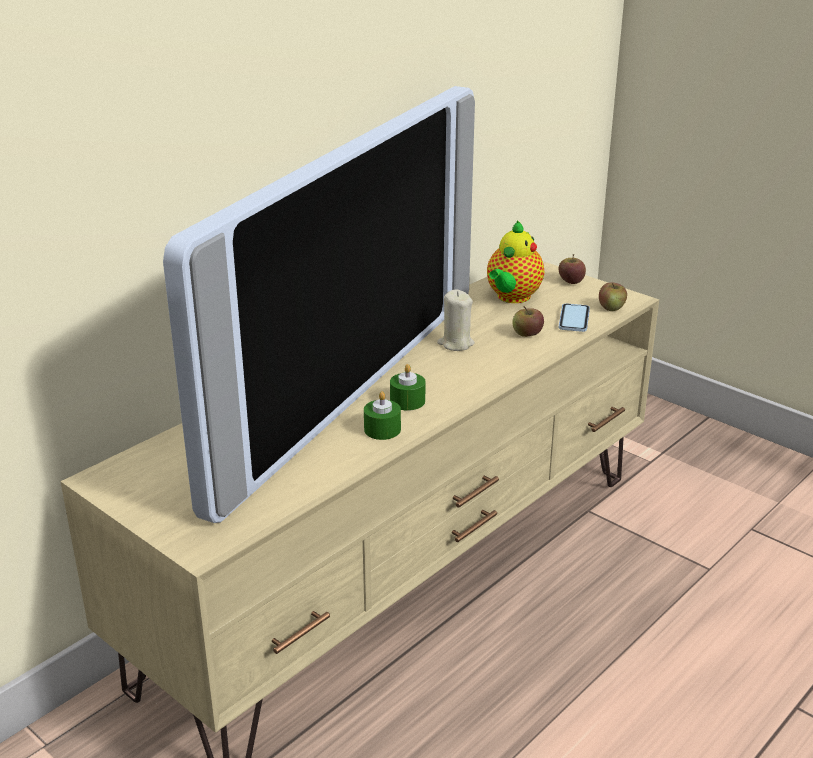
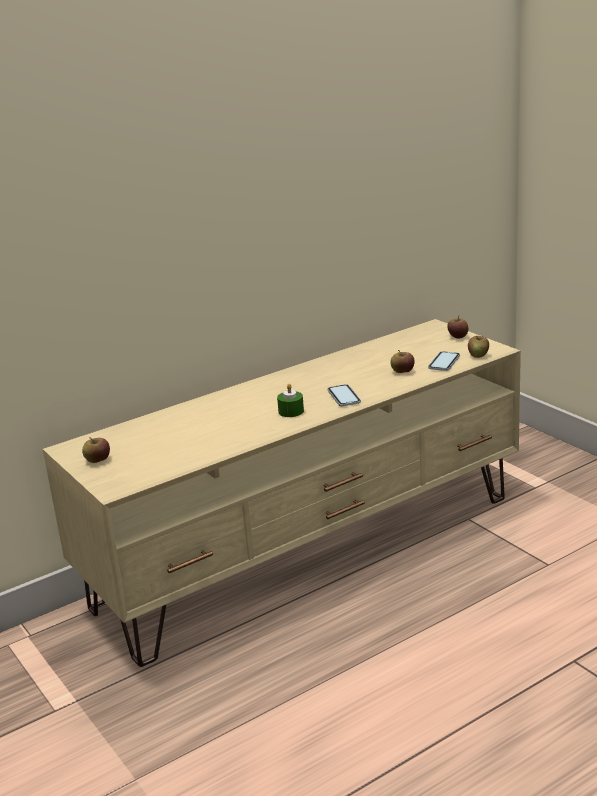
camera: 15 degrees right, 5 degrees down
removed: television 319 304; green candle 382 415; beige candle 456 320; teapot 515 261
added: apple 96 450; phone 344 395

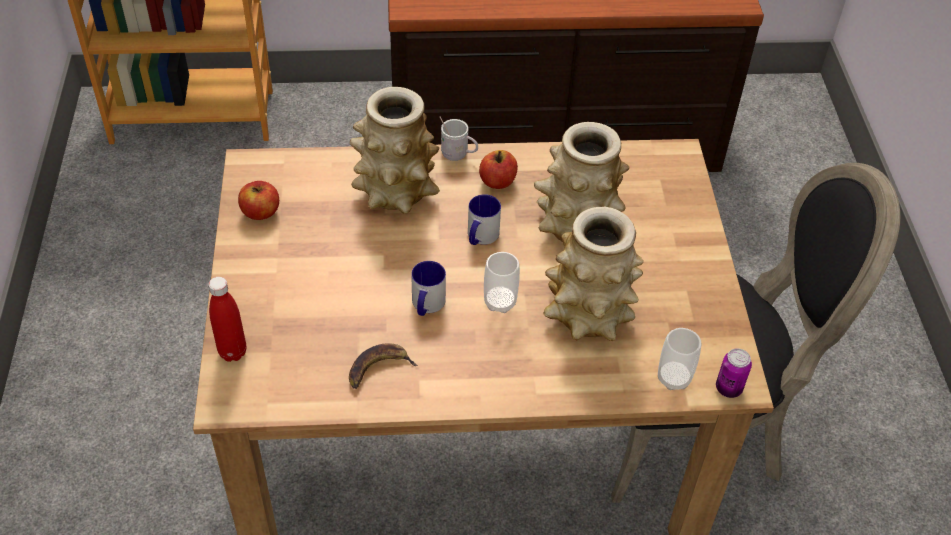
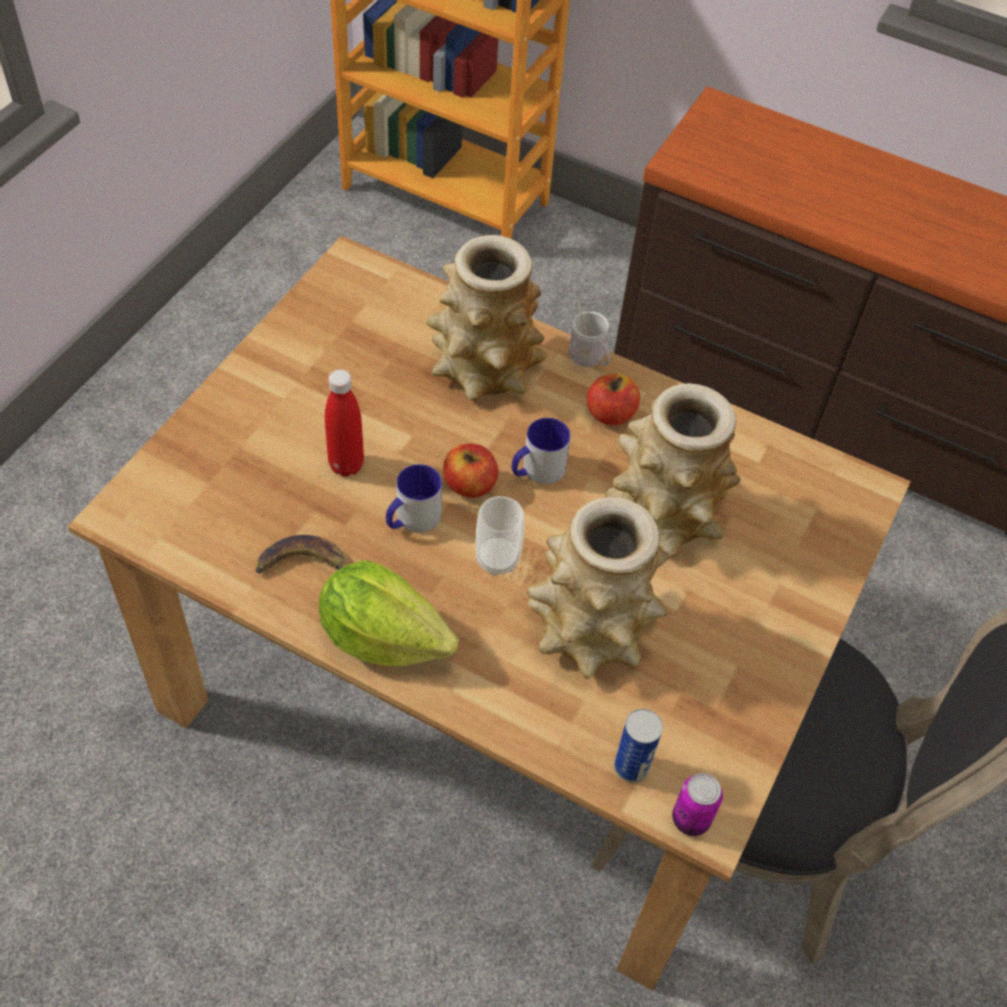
camera: 30 degrees right, 5 degrees up
added: lettuce 389 613
moved: red bottle 228 319 to 344 423; apple 258 200 to 470 471
replaced: cup 680 359 to can 638 745

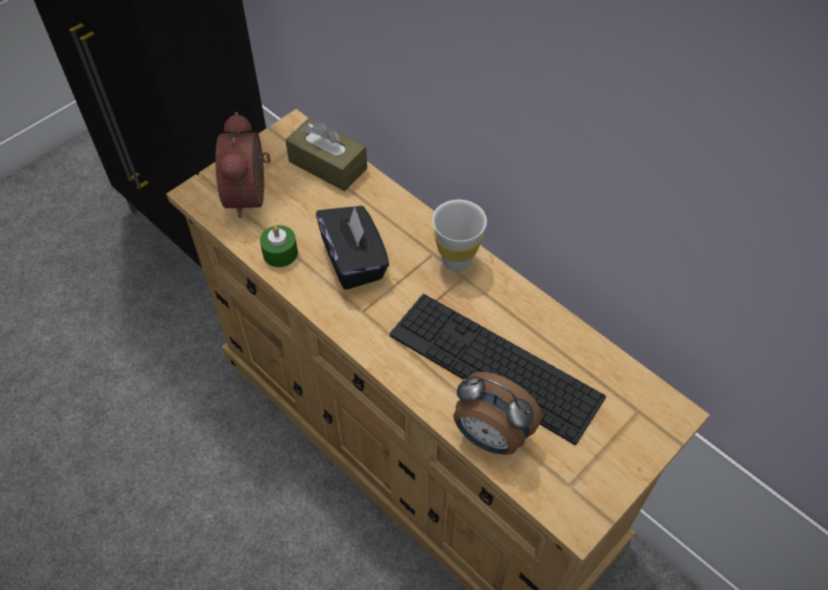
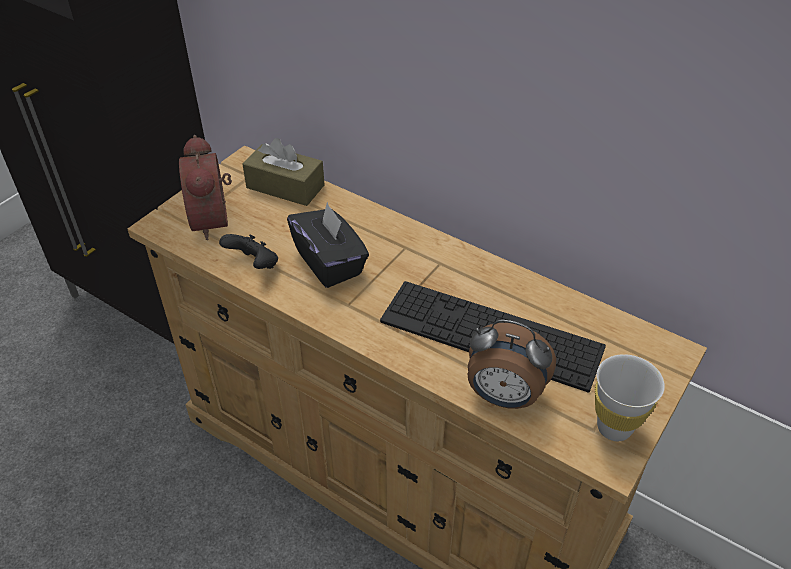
camera: 10 degrees left, 10 degrees down
moved: white cup 459 236 to 630 397
replaced: green candle 279 246 to black game controller 248 251

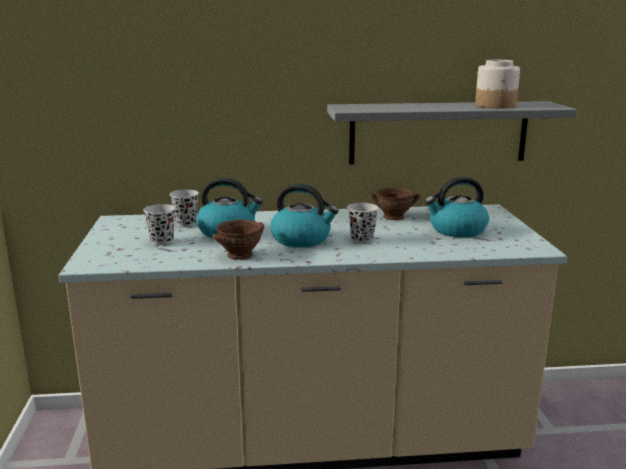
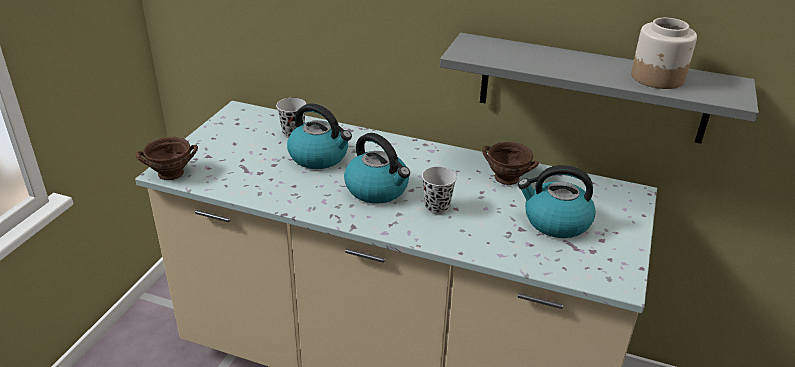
camera: 25 degrees right, 15 degrees up
removed: black cup 159 224
moved: brown bowl 238 240 to 167 158

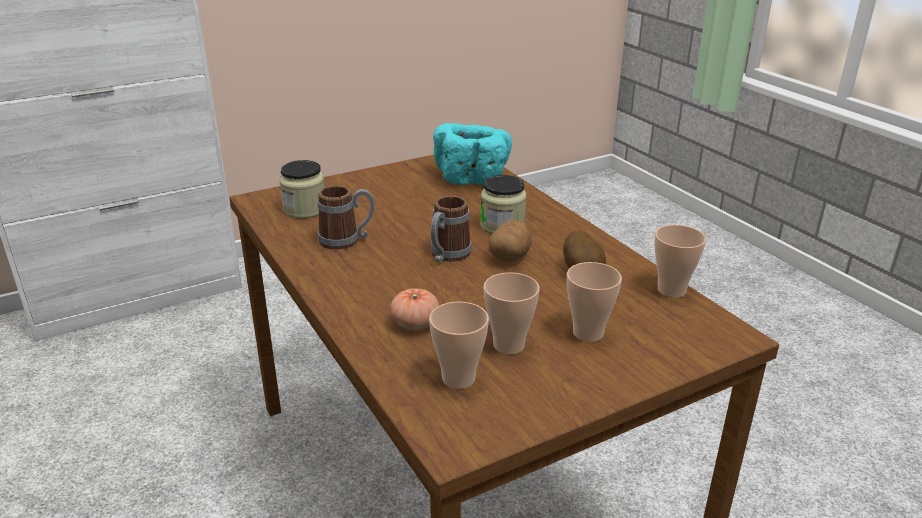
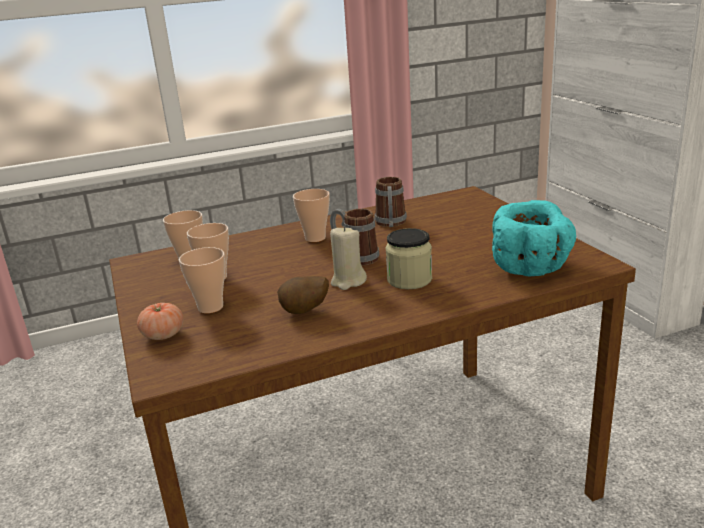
camera: 100 degrees right, 5 degrees down
removed: jar 301 189
moved: tomato 414 309 to 160 321; cup 680 261 to 311 215
replaced: potato 510 240 to beige candle 348 258

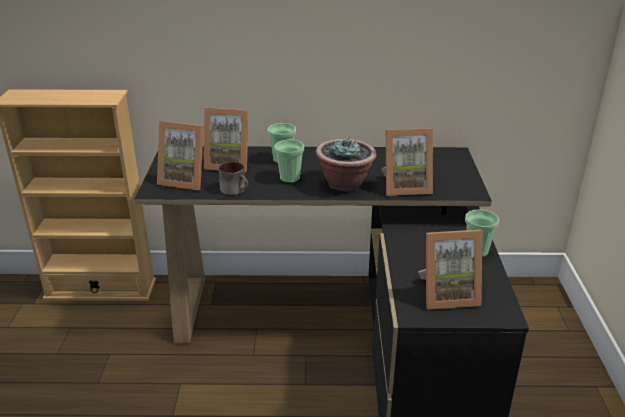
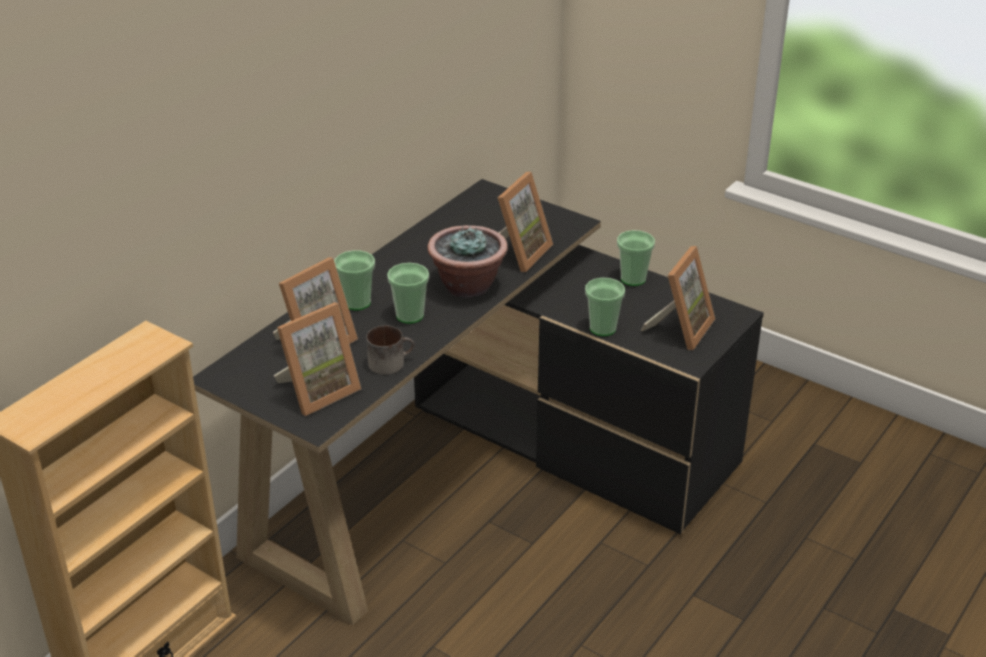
camera: 55 degrees left, 5 degrees up
added: cup 605 307

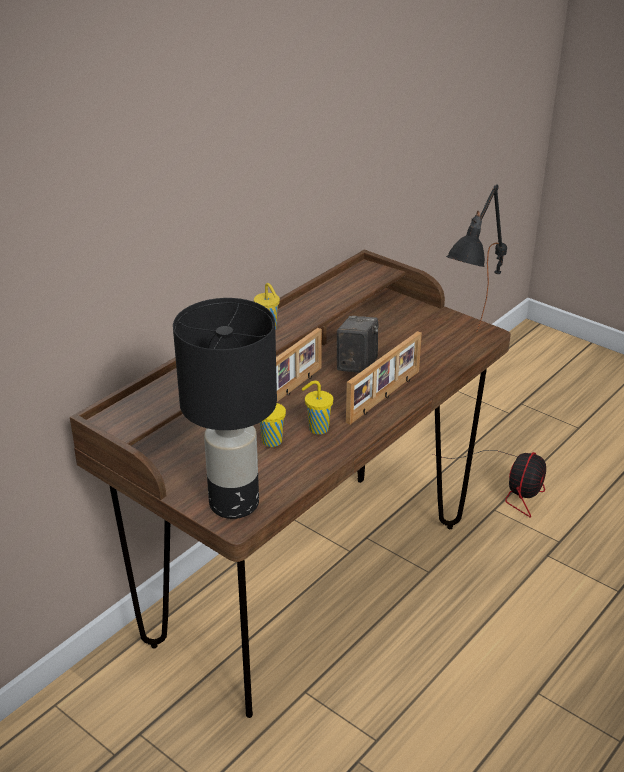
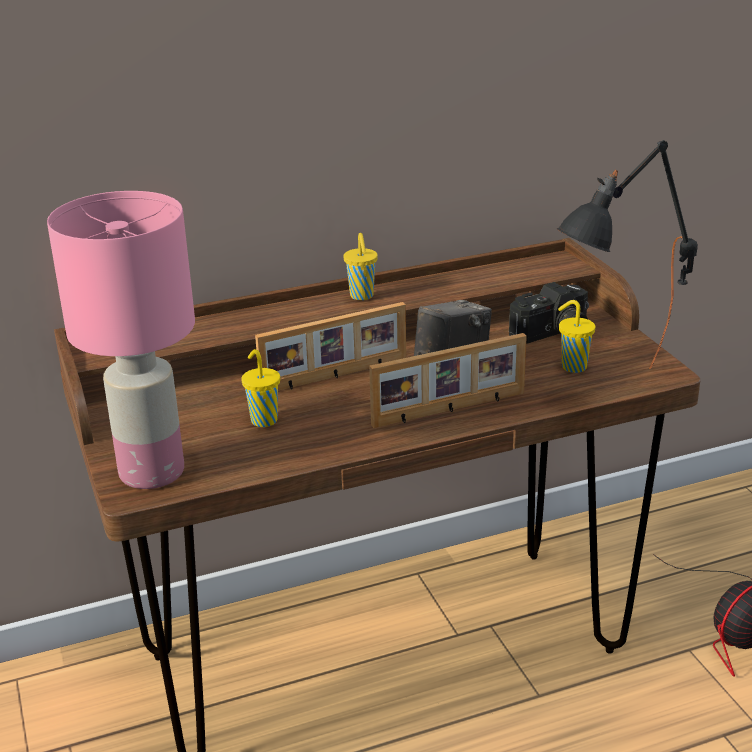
camera: 30 degrees right, 5 degrees down
added: photo camera 549 312
moved: yellow cup 317 408 to 576 336
recoloured: black table lamp 225 408 to pink table lamp 121 340

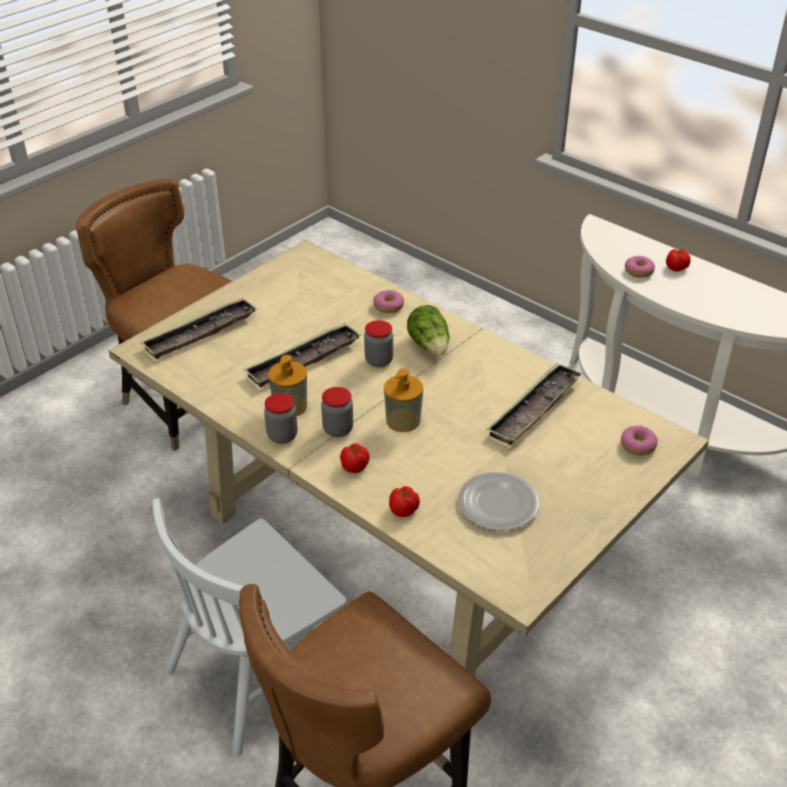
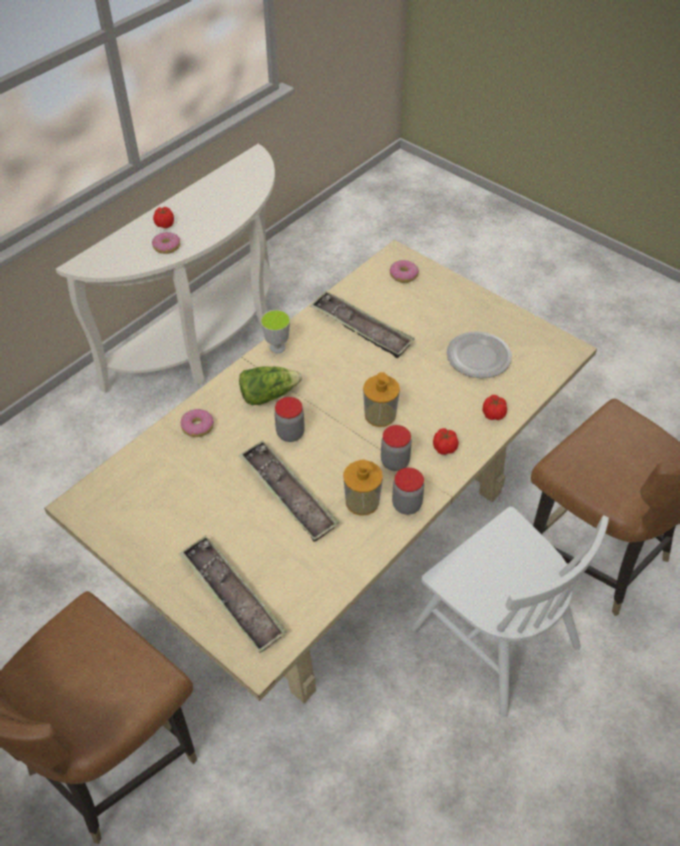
camera: 90 degrees left, 10 degrees up
added: cup 275 331

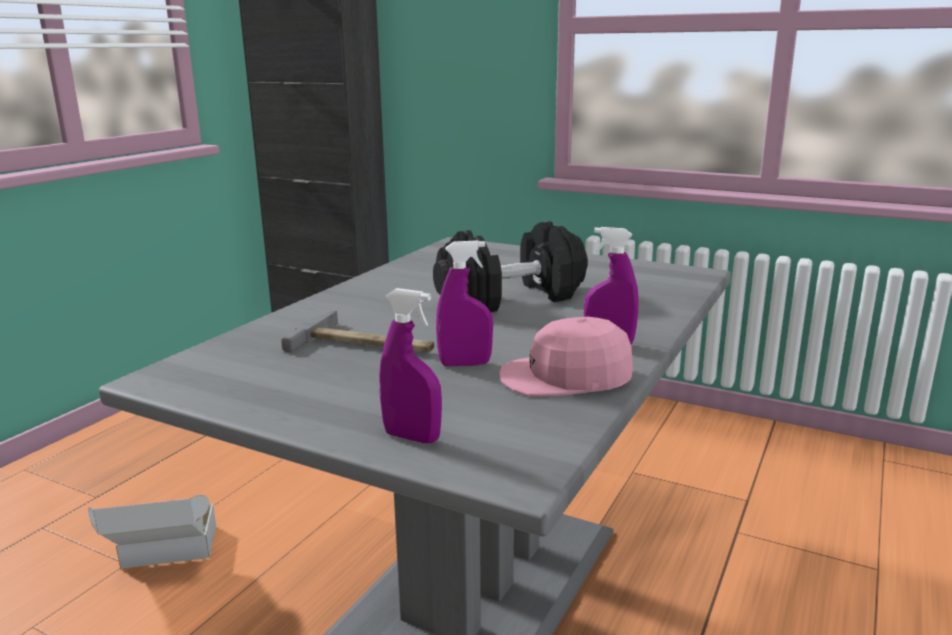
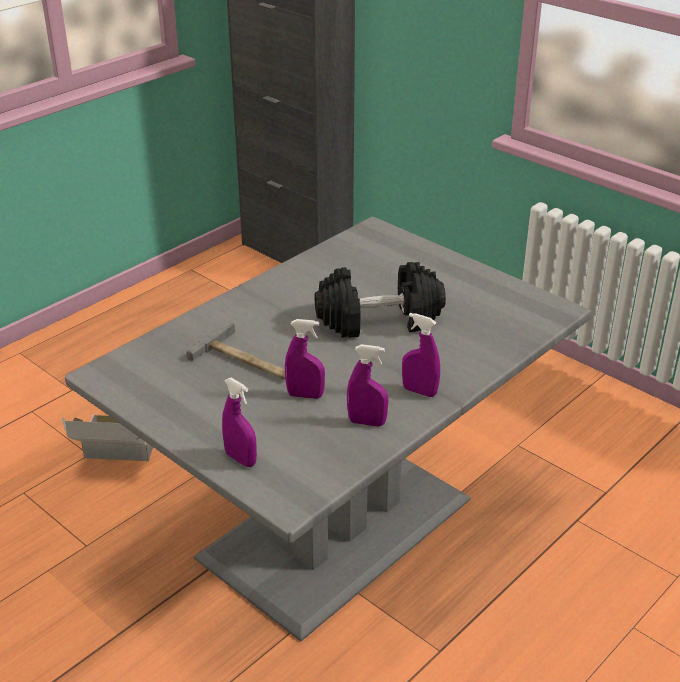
camera: 15 degrees right, 15 degrees up
replaced: pink cap 566 357 to purple spray bottle 367 385

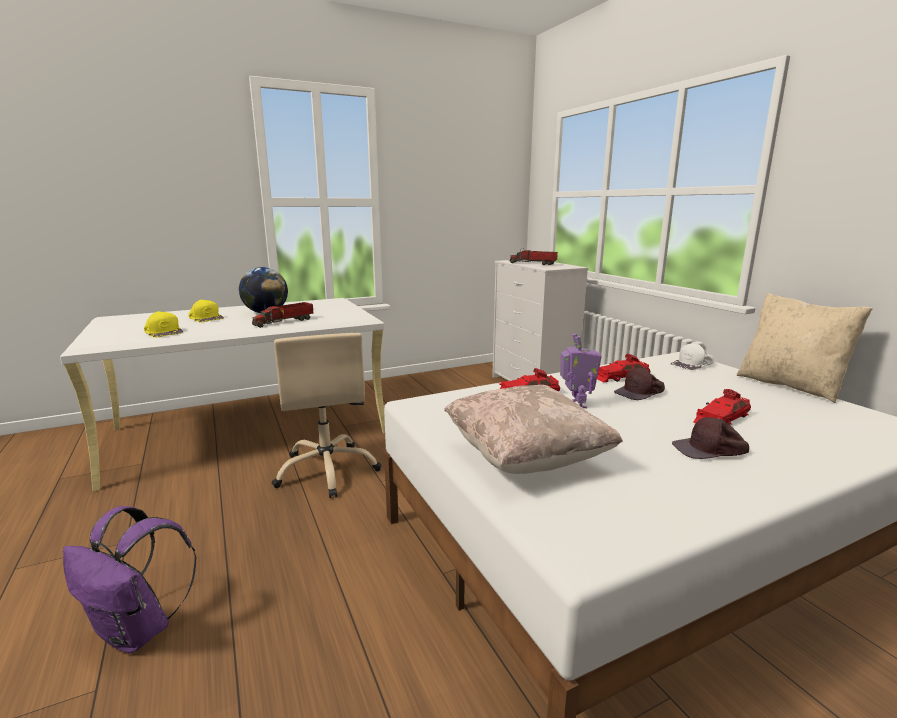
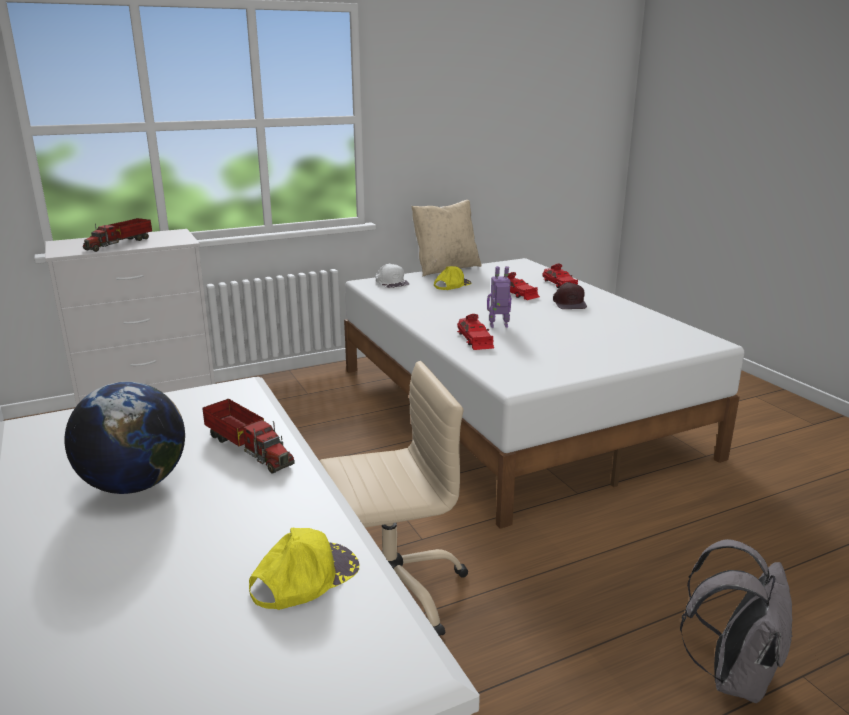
camera: 90 degrees left, 5 degrees up
removed: beige pillow 533 429; brown cap 639 384
moved: yellow cap 206 310 to 453 278; red toy car 624 368 to 560 276
recoloured: purple backpack 130 579 to grey backpack 736 621

